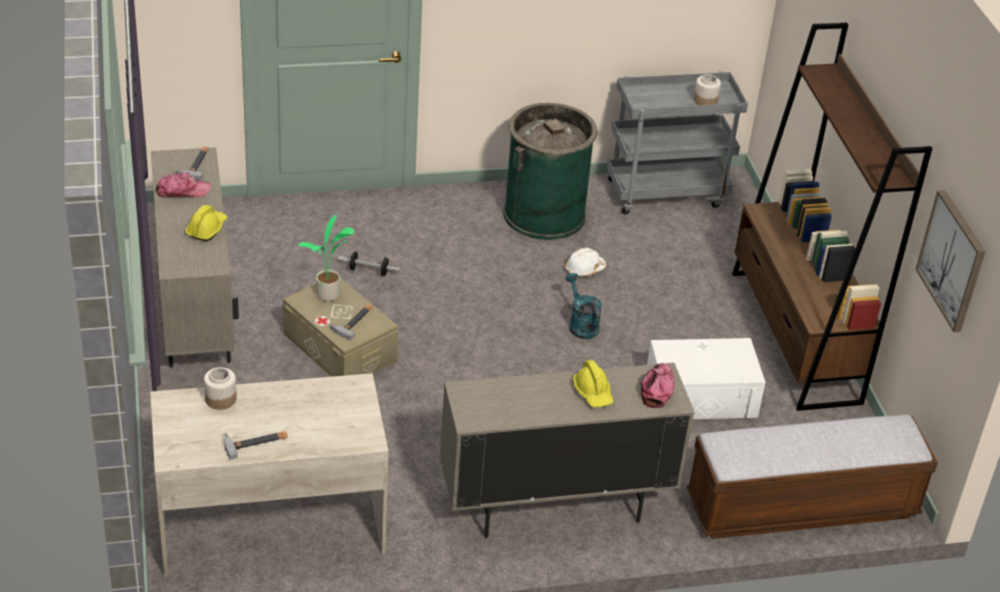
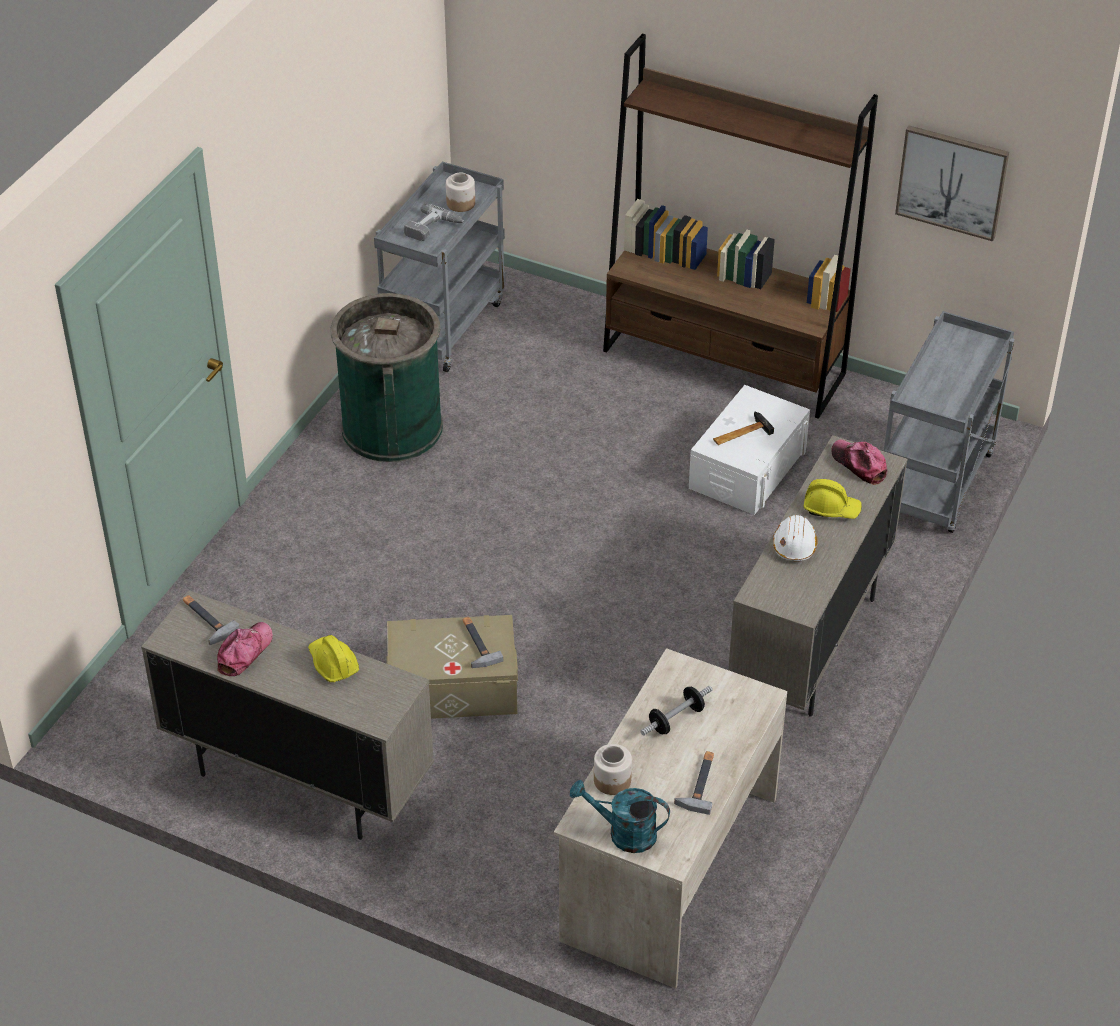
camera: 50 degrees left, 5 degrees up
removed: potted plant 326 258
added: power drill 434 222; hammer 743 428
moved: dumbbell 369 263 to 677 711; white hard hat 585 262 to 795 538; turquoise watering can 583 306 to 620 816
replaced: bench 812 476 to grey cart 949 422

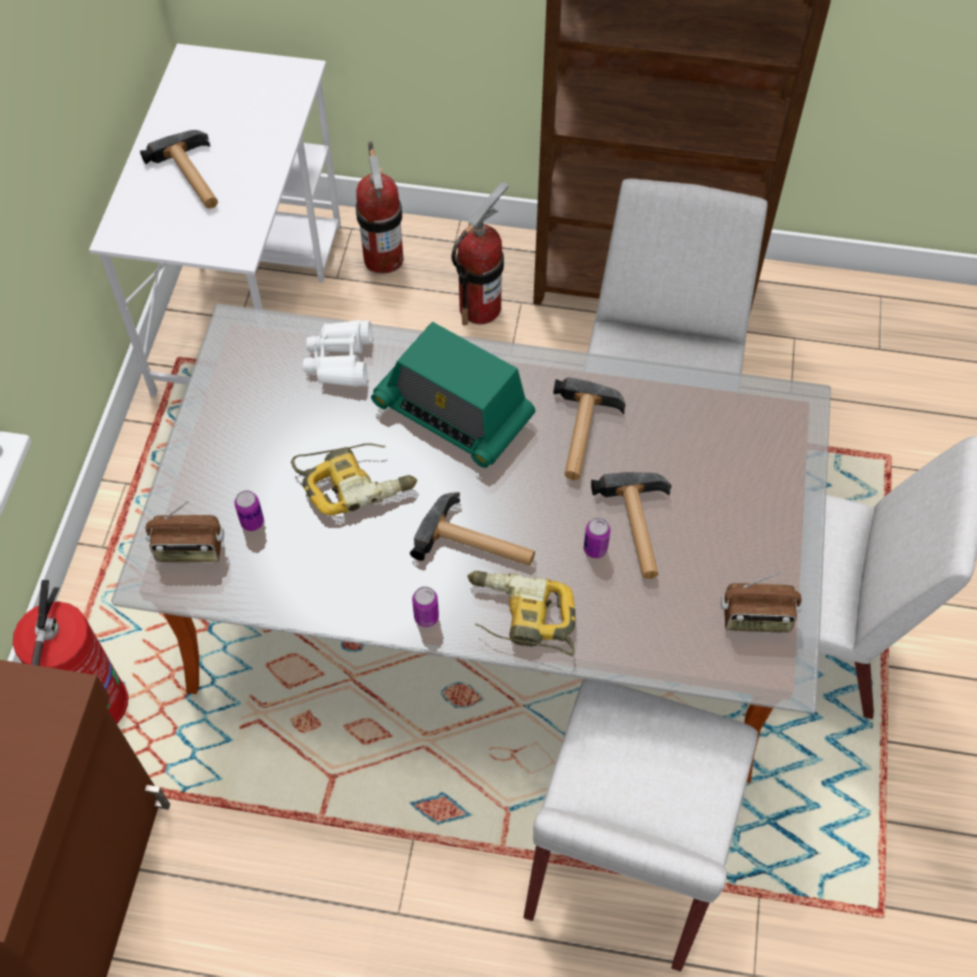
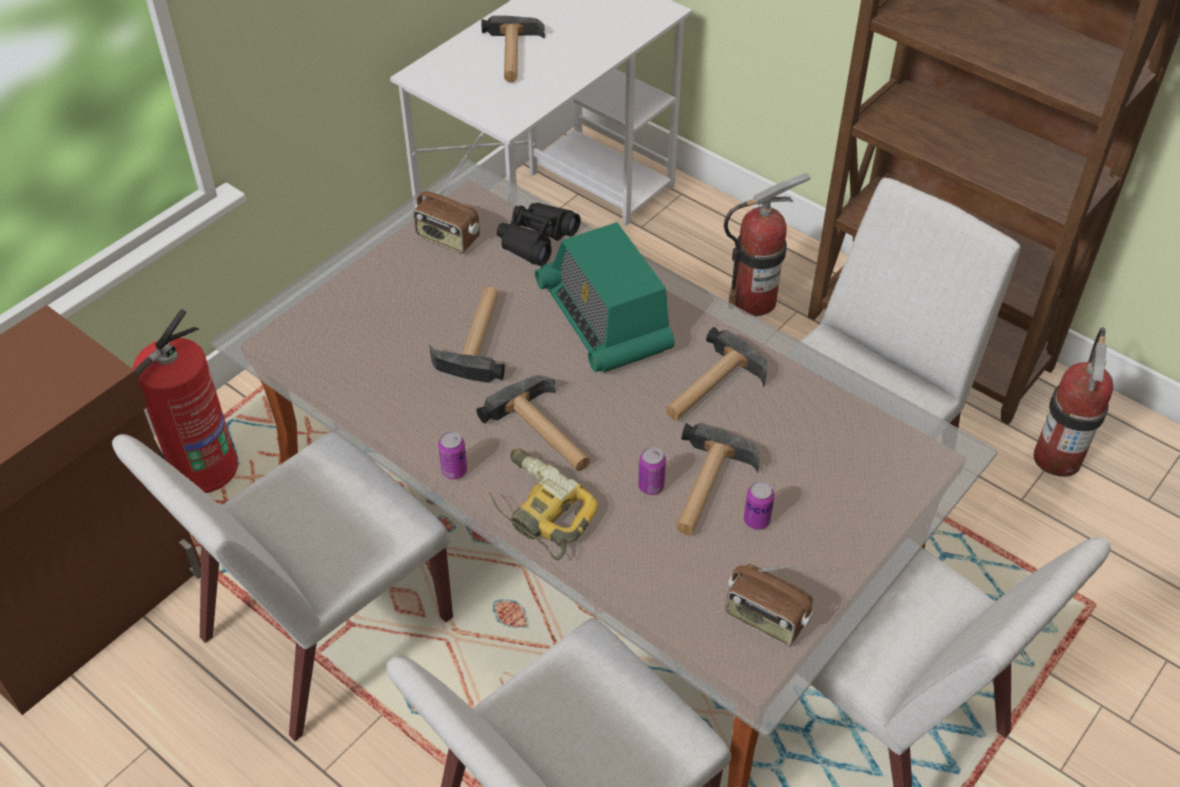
camera: 30 degrees right, 10 degrees down
added: white chair 282 586
moved: radio 185 532 to 446 217; can 249 510 to 759 505; fire extinguisher 379 207 to 1073 402
replaced: power drill 354 479 to hammer 467 334
recoloured: white binoculars 337 353 to black binoculars 539 234

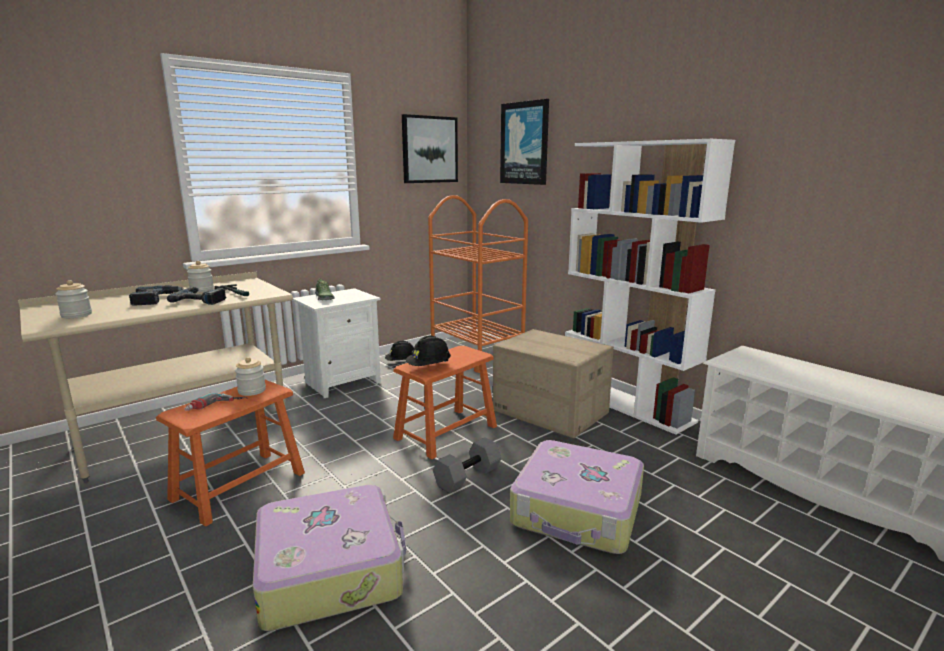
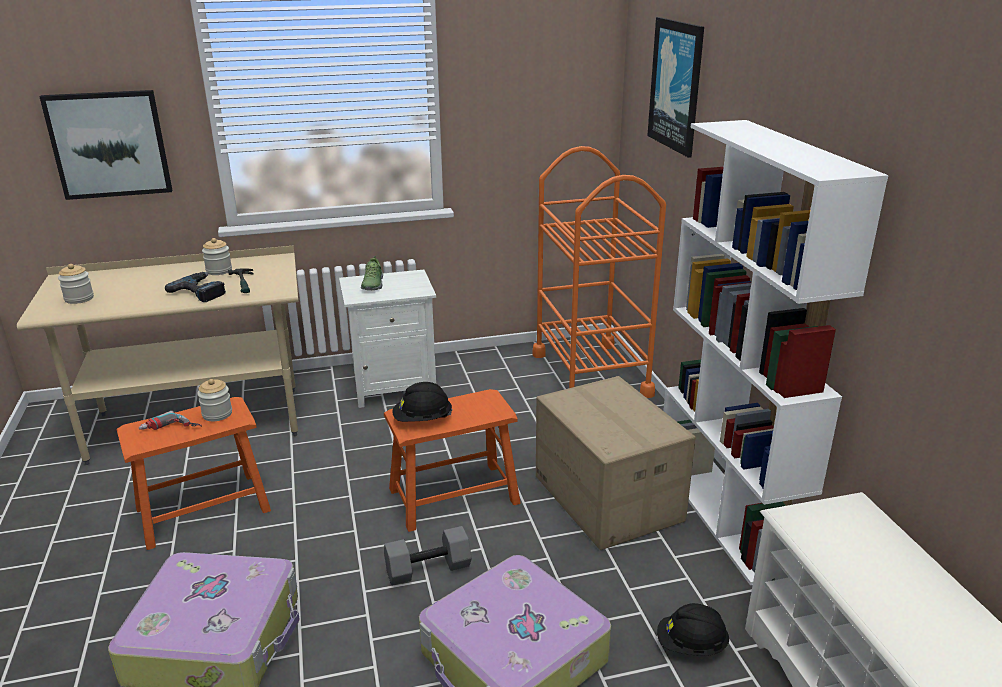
camera: 25 degrees right, 10 degrees up
removed: power drill 156 295
moved: black hard hat 399 351 to 693 629; picture 430 148 to 106 145

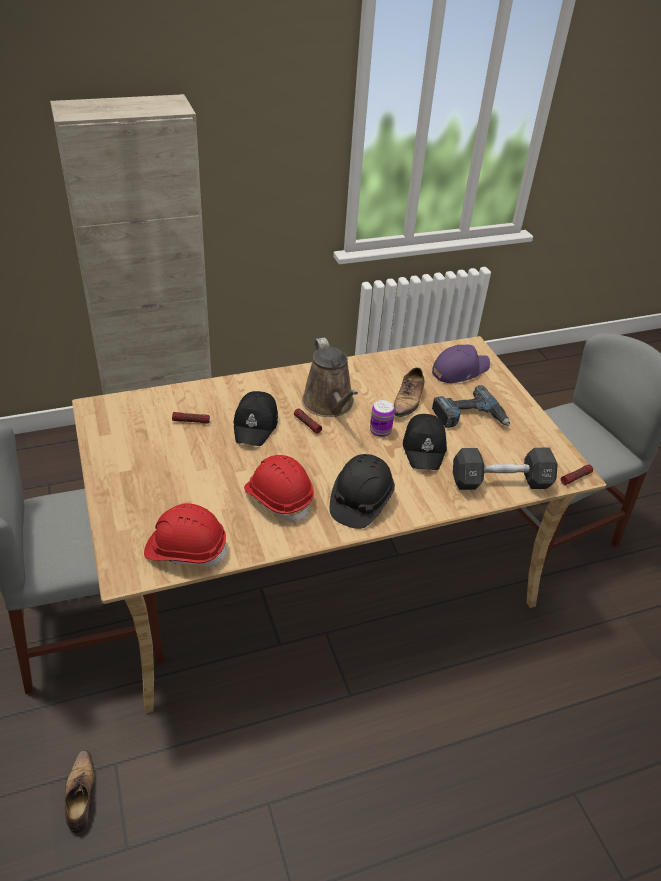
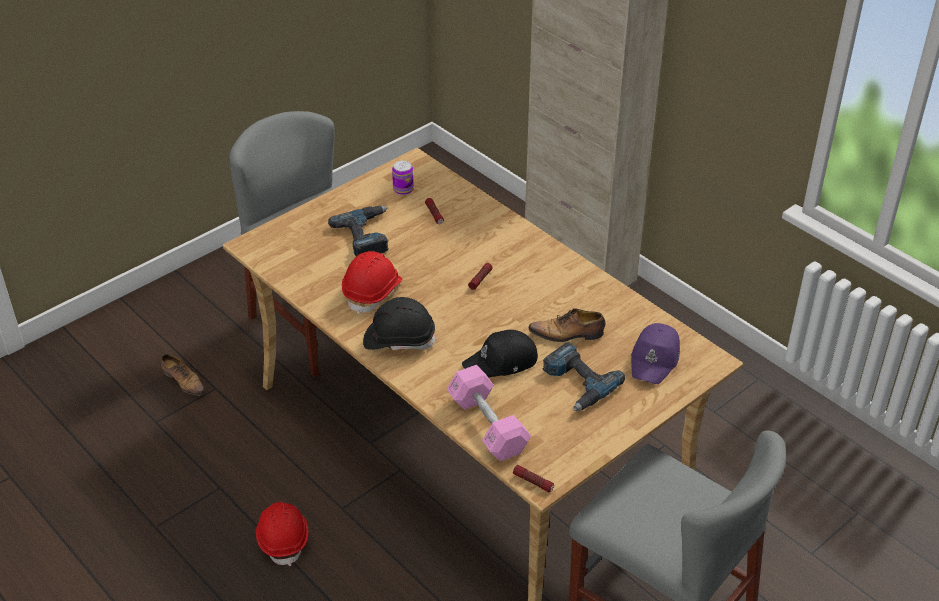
camera: 70 degrees right, 0 degrees up
removed: black cap 255 418; brown watering can 330 377
added: power drill 358 231
moved: red hard hat 186 534 to 282 534; can 382 418 to 403 177
recoloured: black dumbbell 505 469 to pink dumbbell 489 413
turned: shoe 80 791 = 183 375 75 degrees clockwise; purple cap 461 364 = 655 353 75 degrees clockwise

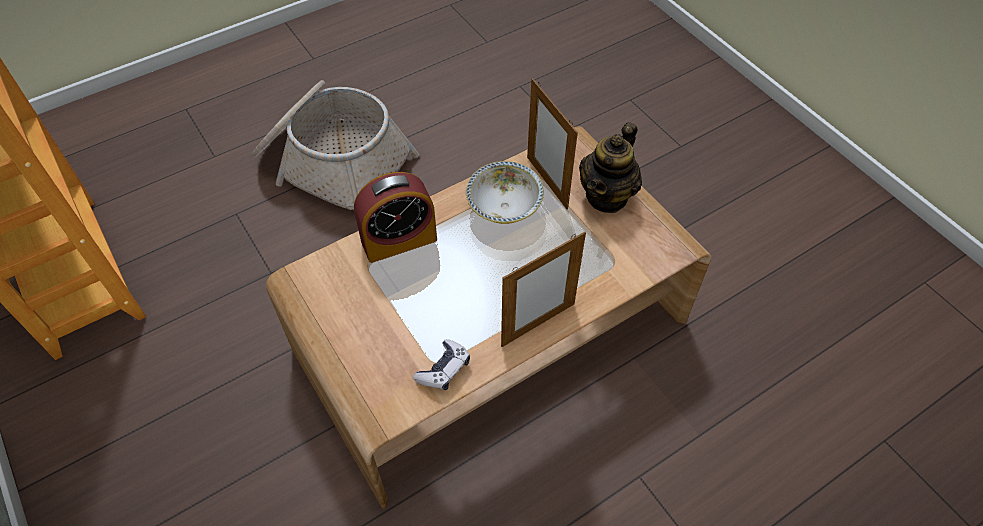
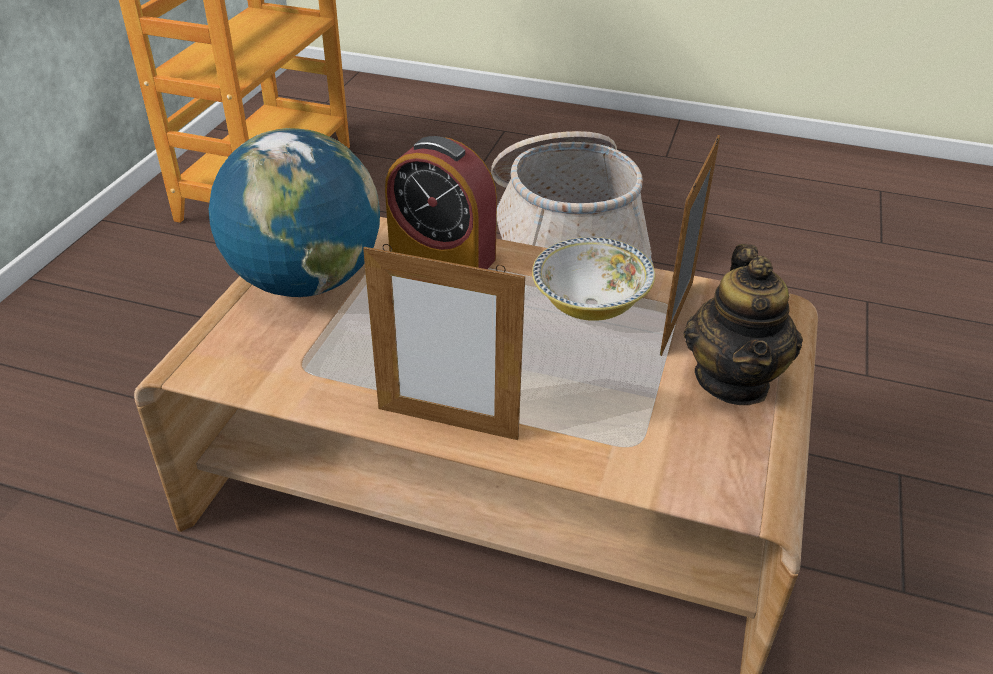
camera: 50 degrees right, 15 degrees down
removed: game controller 441 364
added: globe 294 212
turned: teapot 610 167 = 743 324 75 degrees counterclockwise

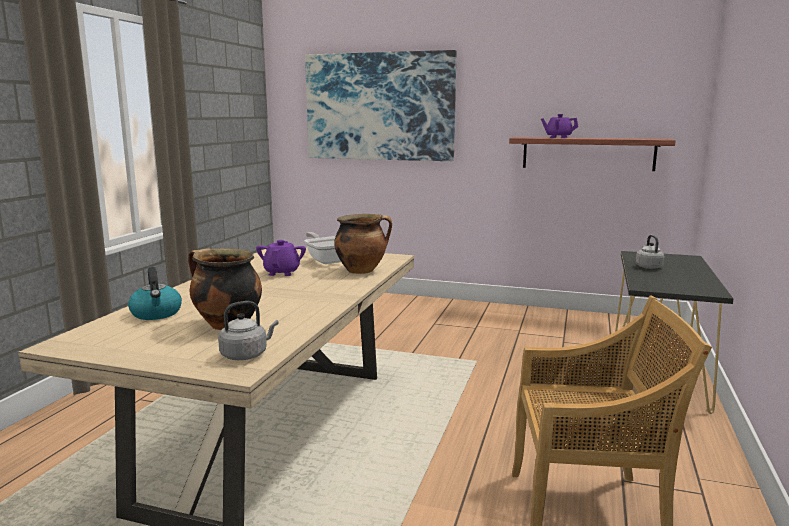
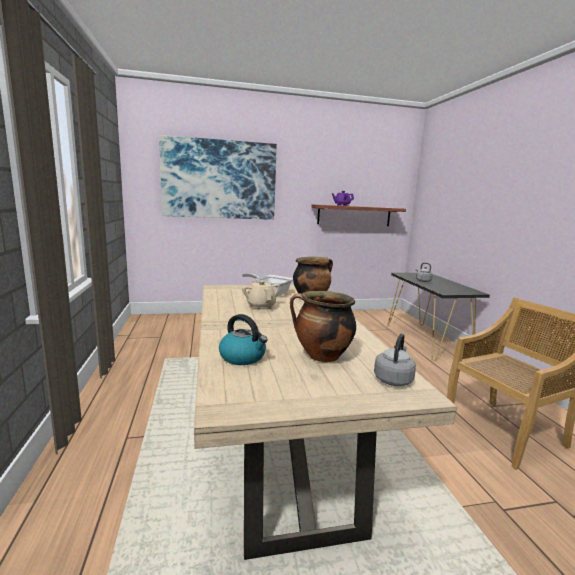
camera: 30 degrees left, 0 degrees up
recoloured: purple teapot 281 258 to beige teapot 261 295

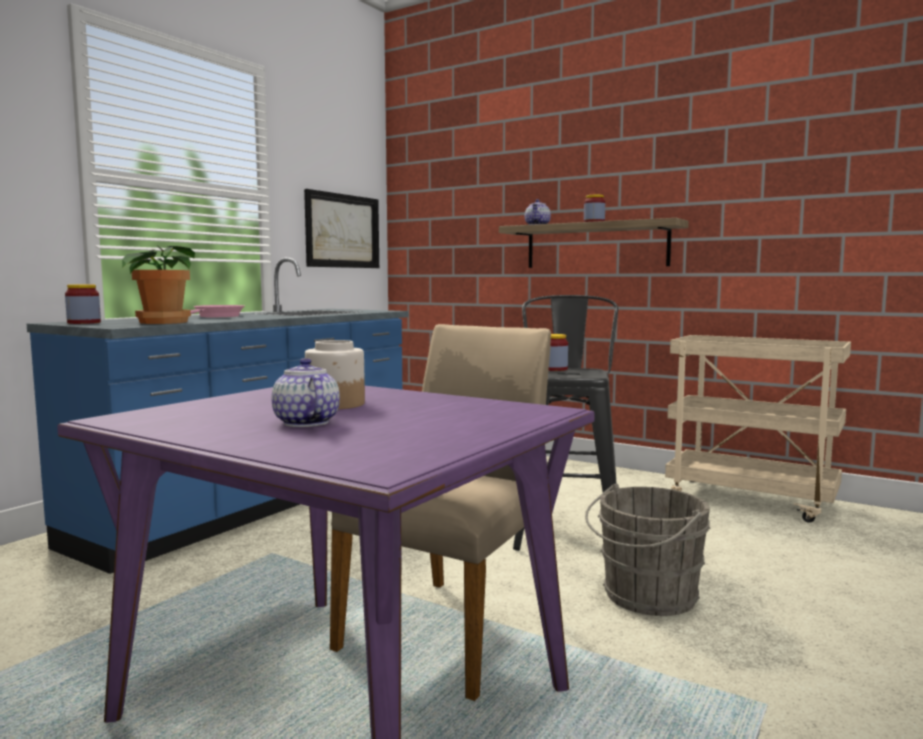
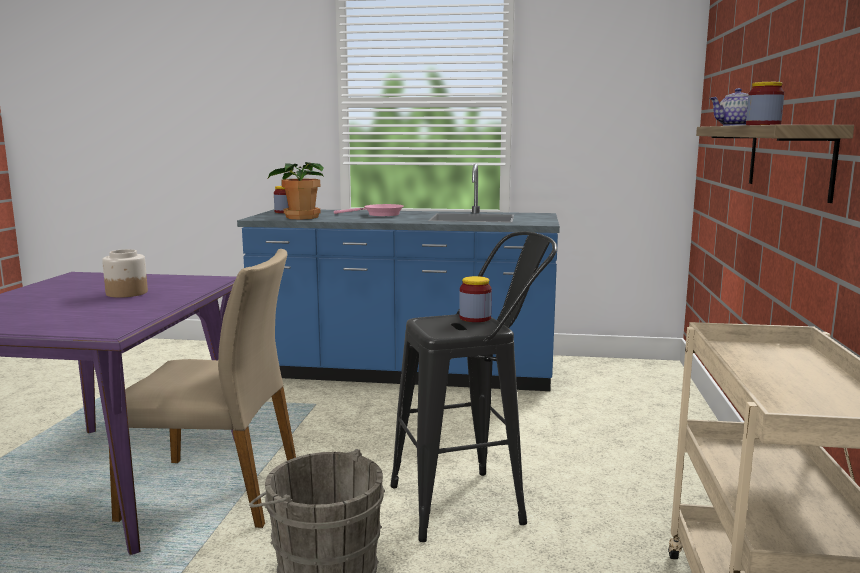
camera: 65 degrees right, 5 degrees up
removed: teapot 305 392; picture 341 228

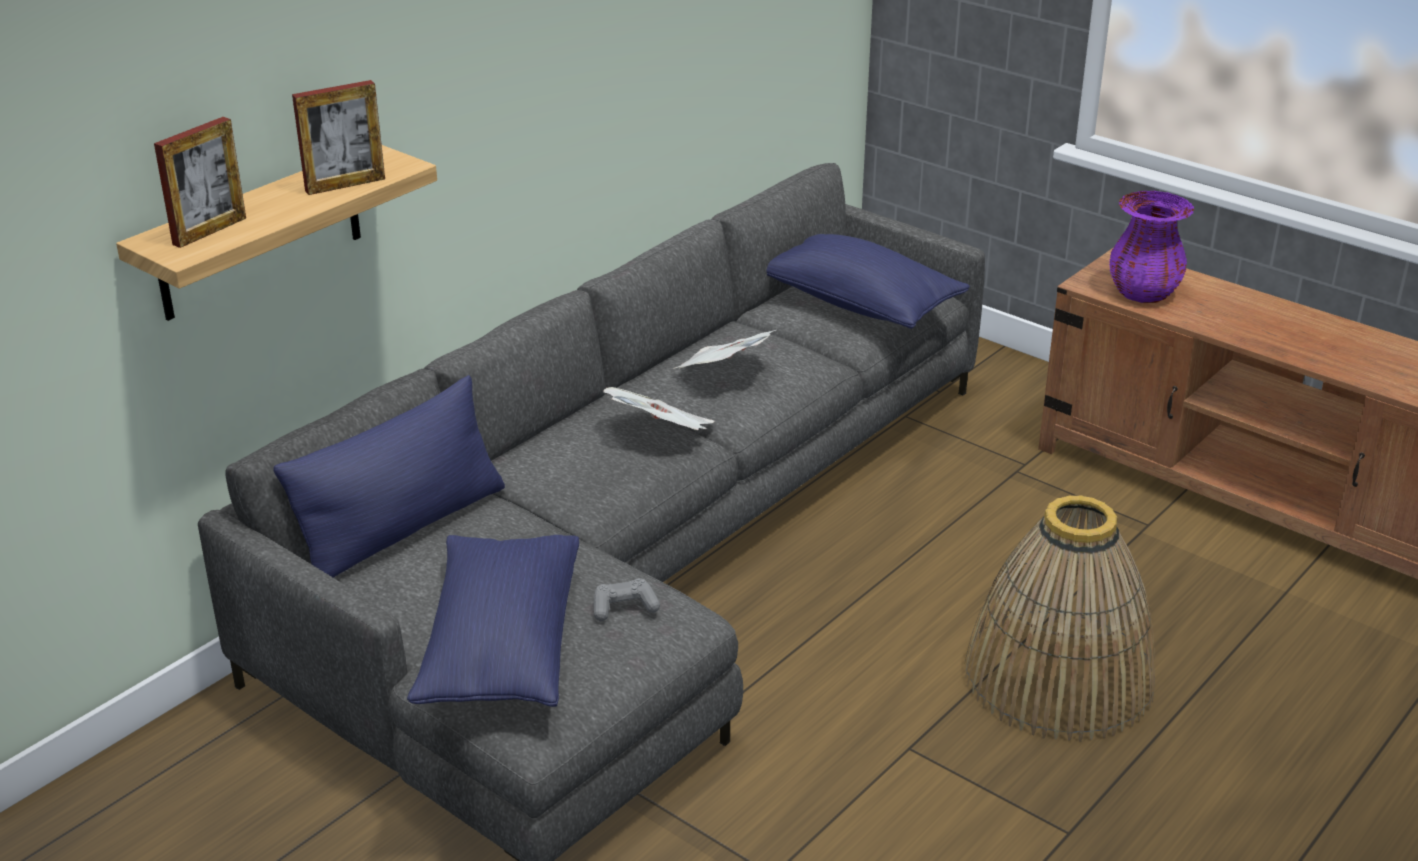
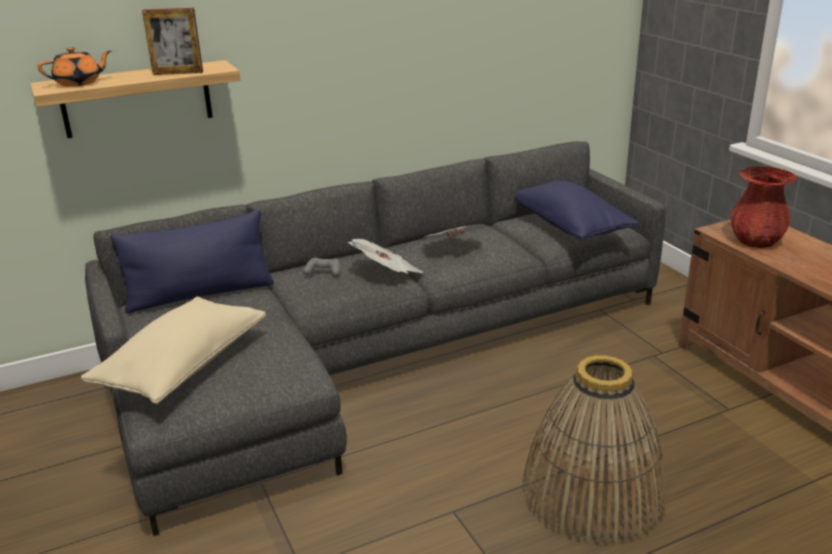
camera: 25 degrees right, 5 degrees down
moved: grey game controller 627 599 to 321 267
replaced: picture frame 200 182 to orange teapot 74 66
recoloured: blue pillow 493 621 to beige pillow 174 350; purple vase 1151 247 to red vase 764 207

